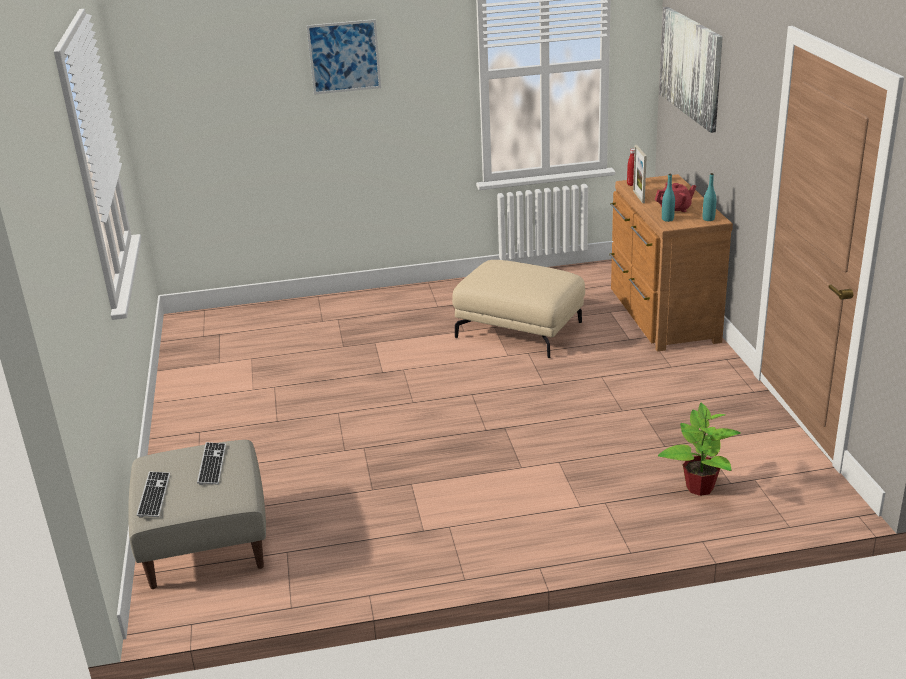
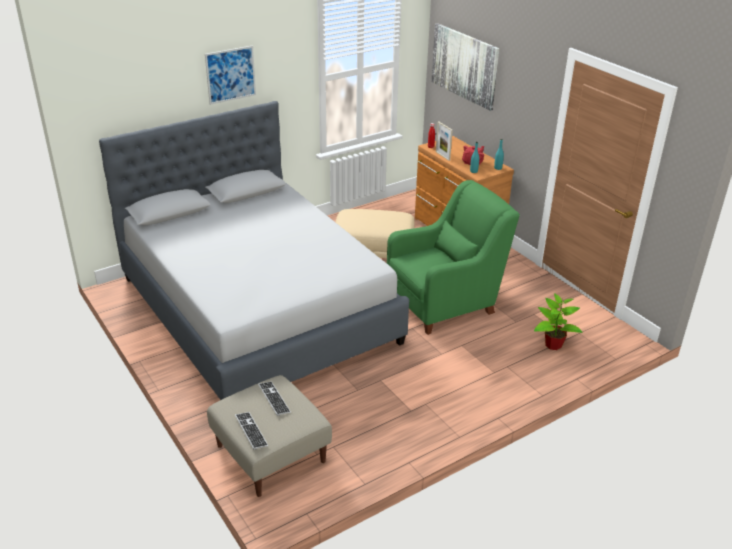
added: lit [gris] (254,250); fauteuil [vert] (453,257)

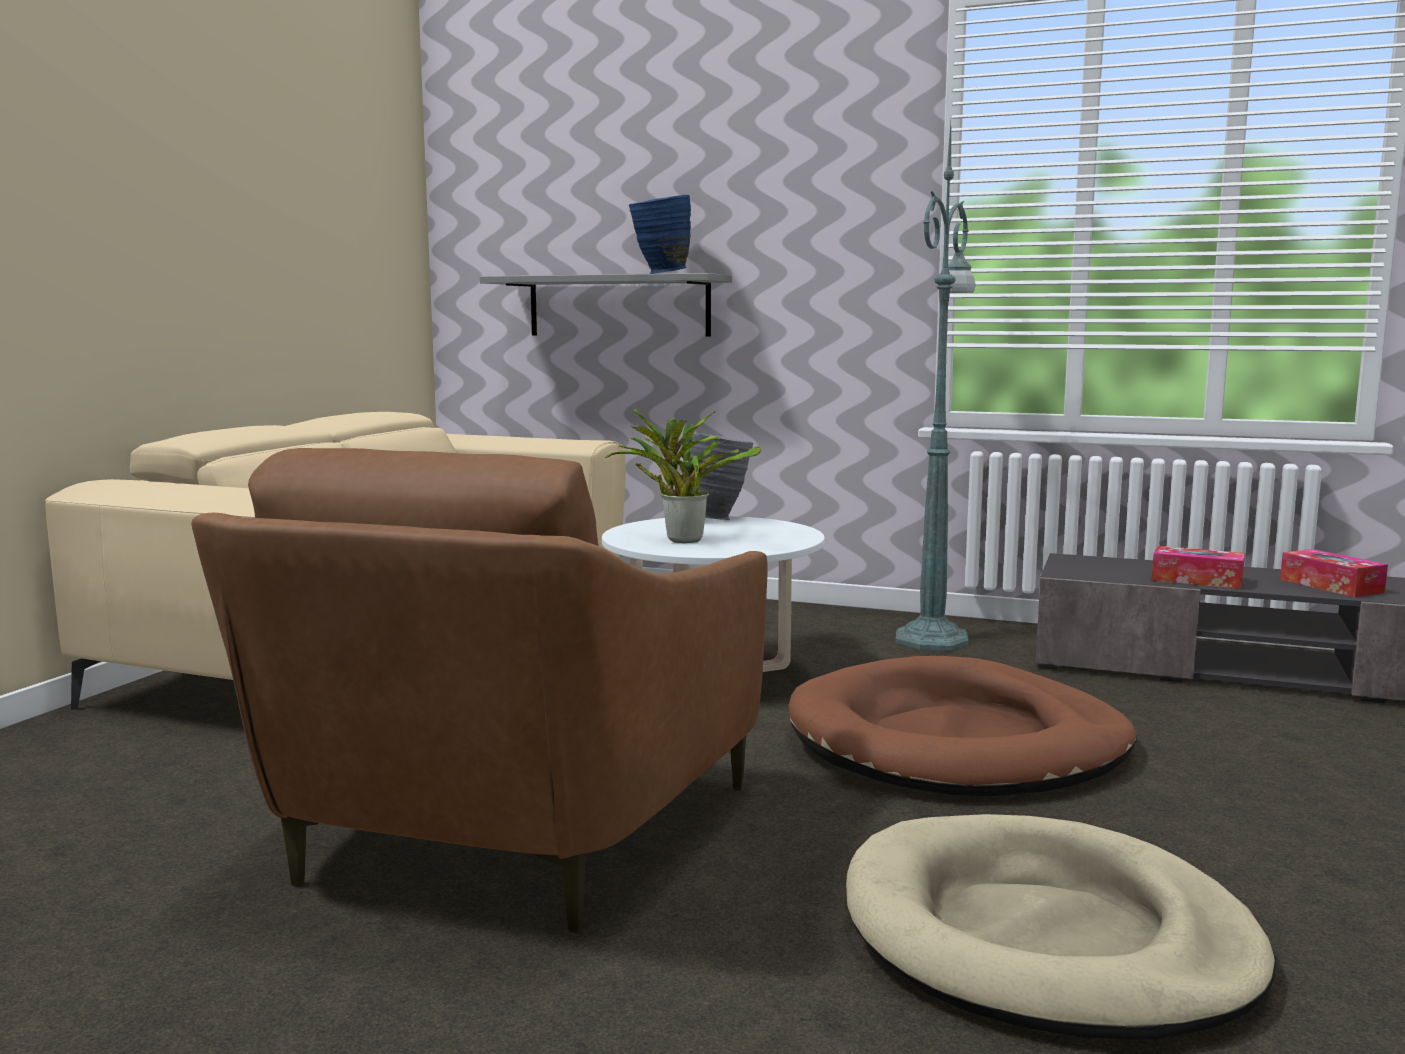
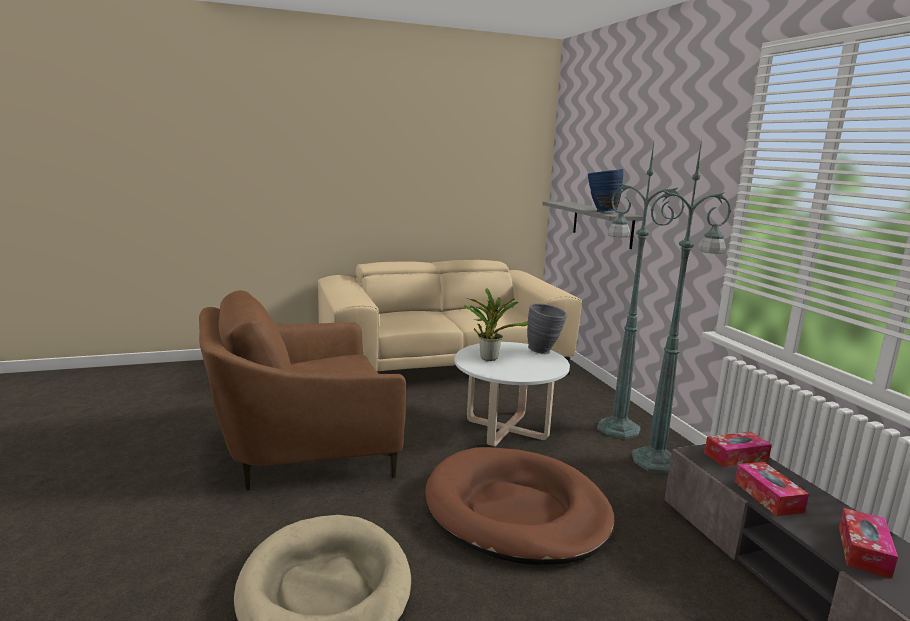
added: lampadaire [vert] (641,291); boîte à mouchoirs (738,449)

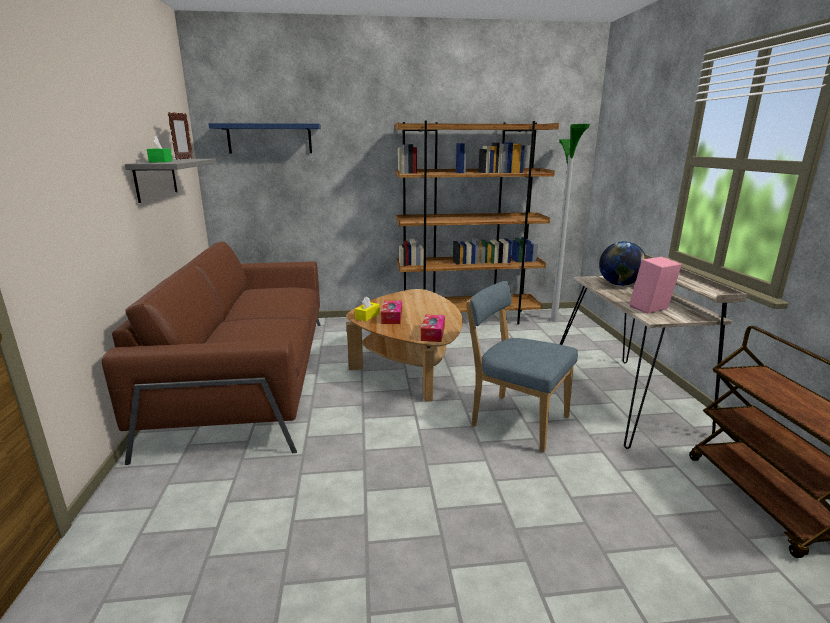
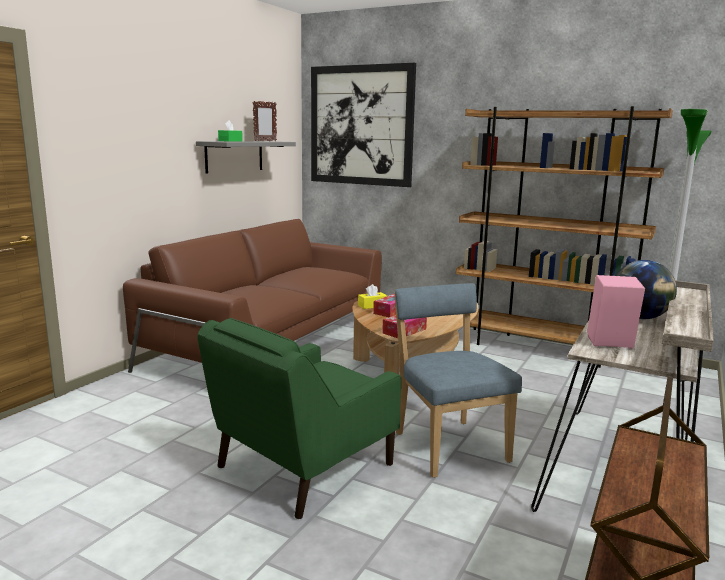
added: fauteuil [vert] (299,418)
replaced: étagère [bleu] (264,138) to tableau (363,125)

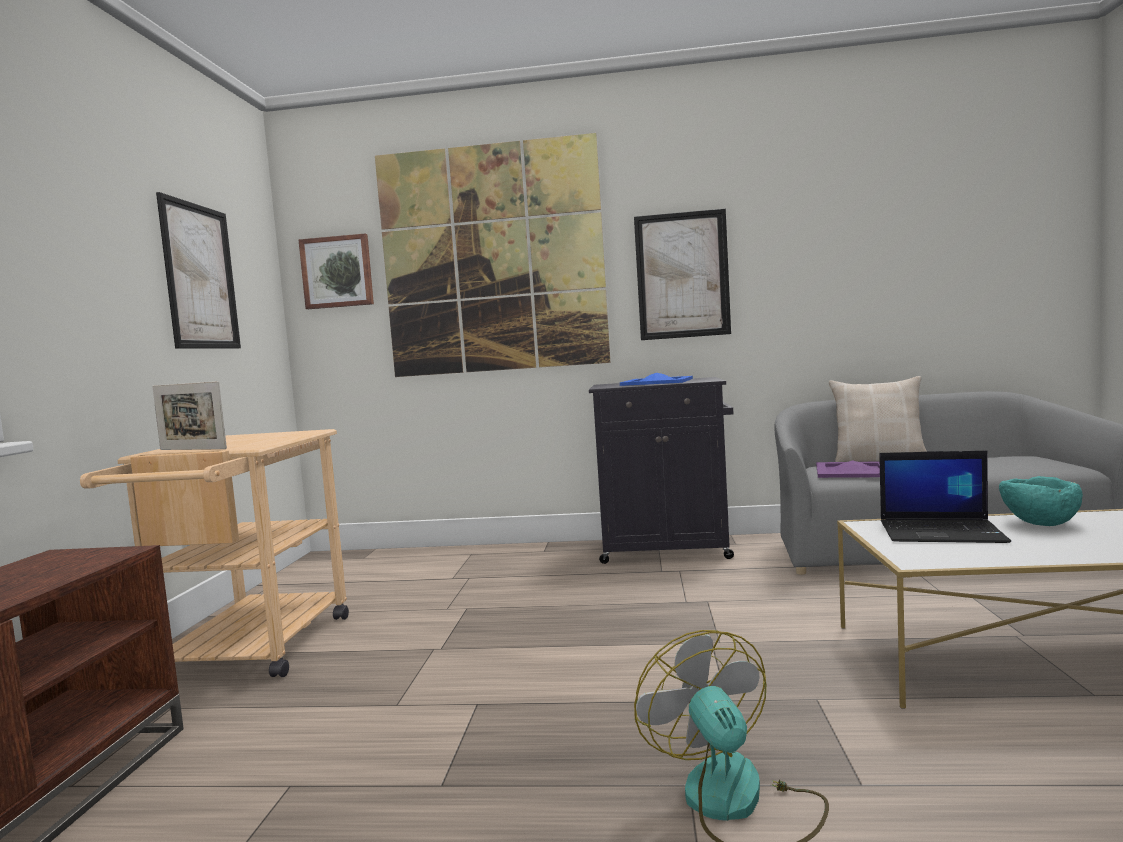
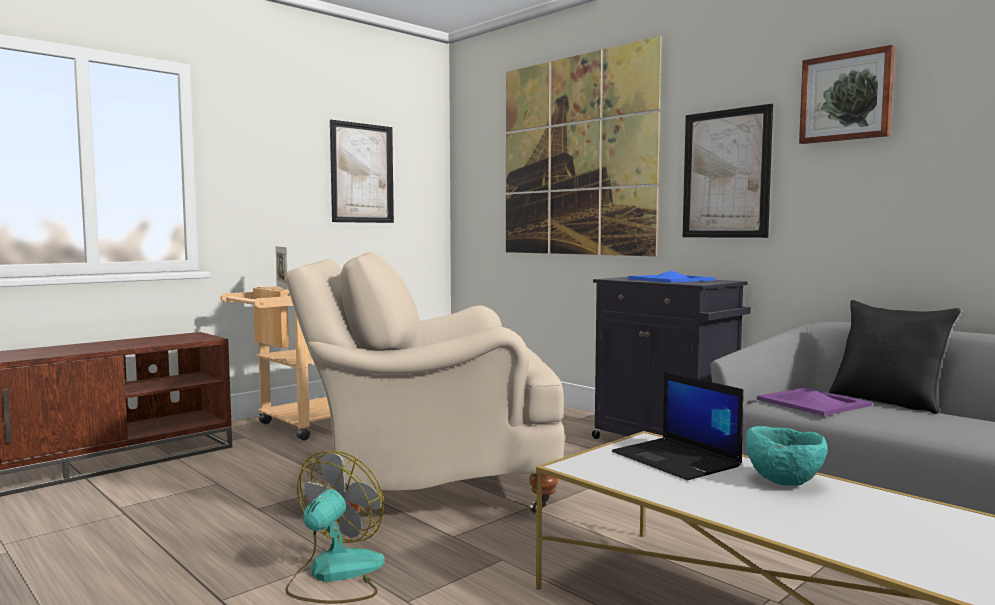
added: fauteuil [beige] (425,382)
moved: tableau (336,271) to (847,94)
recoloured: coussin [beige] (878,419) to coussin [noir] (895,357)

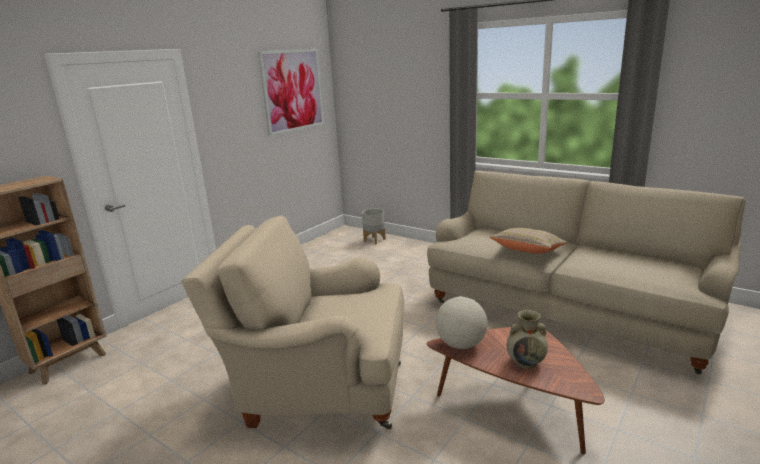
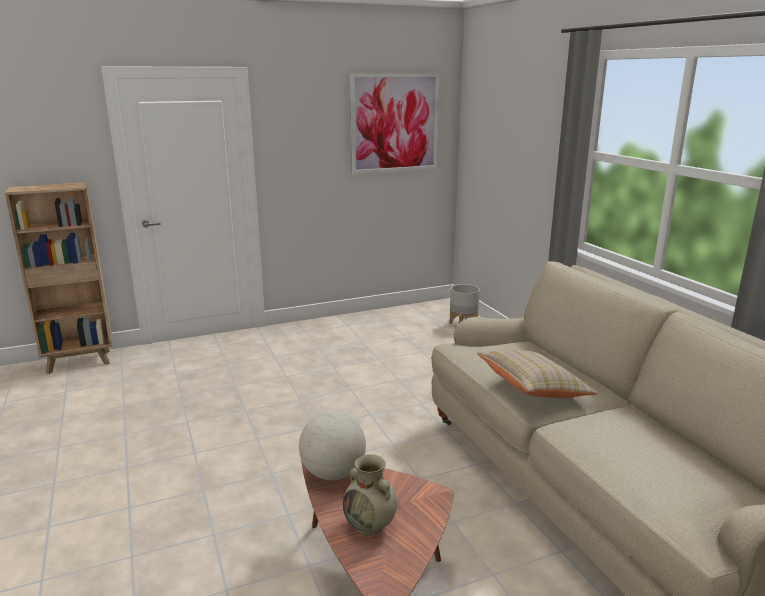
removed: fauteuil [beige] (292,322)

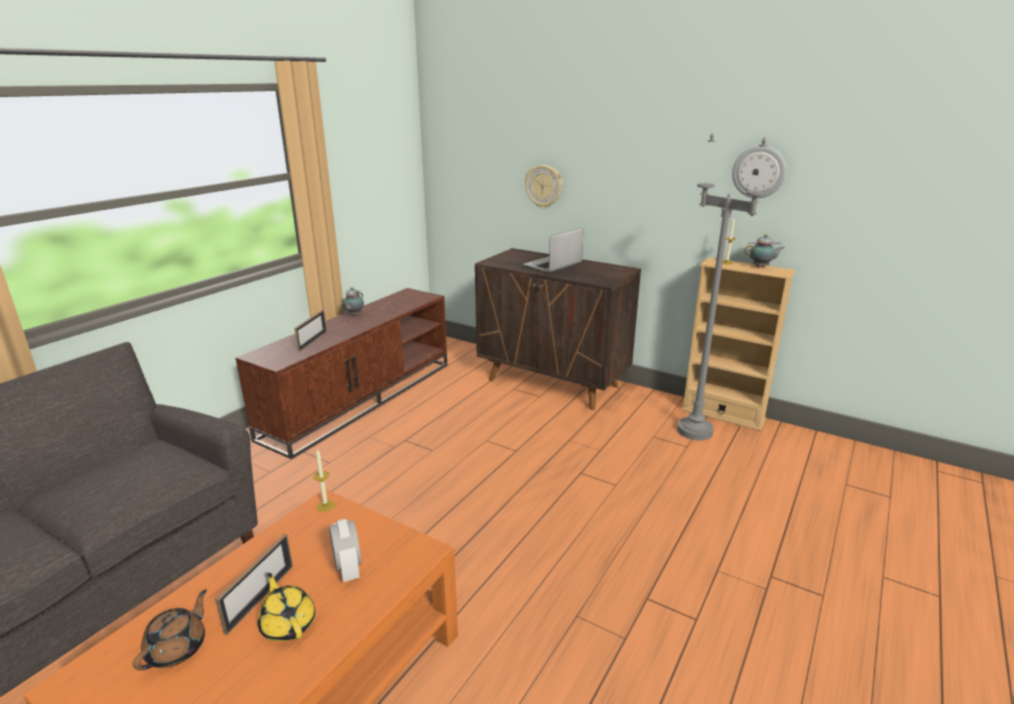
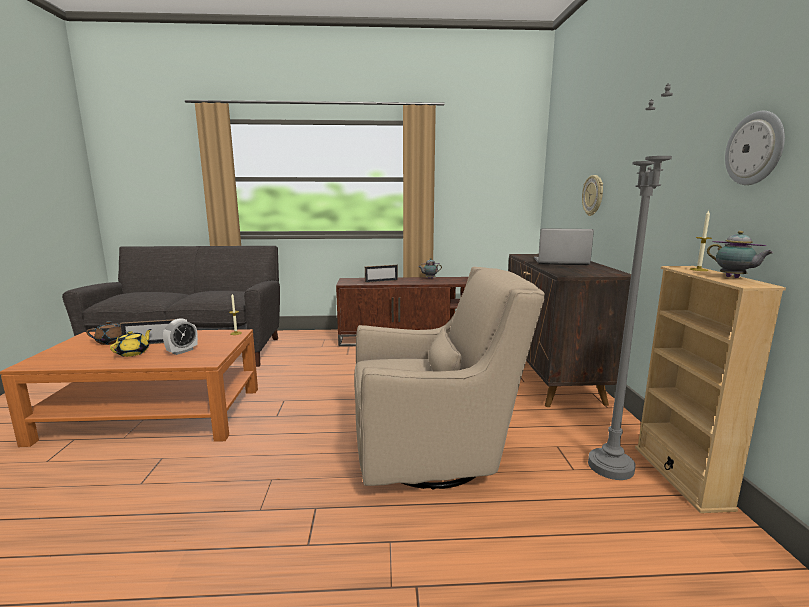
added: fauteuil [beige] (449,378)

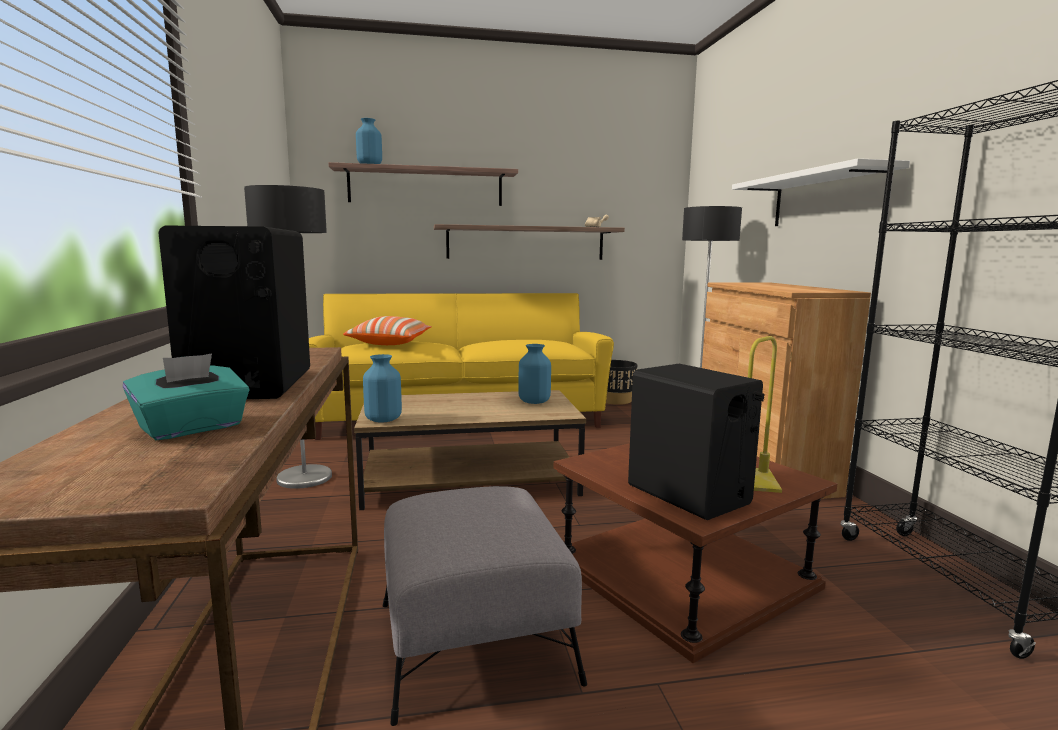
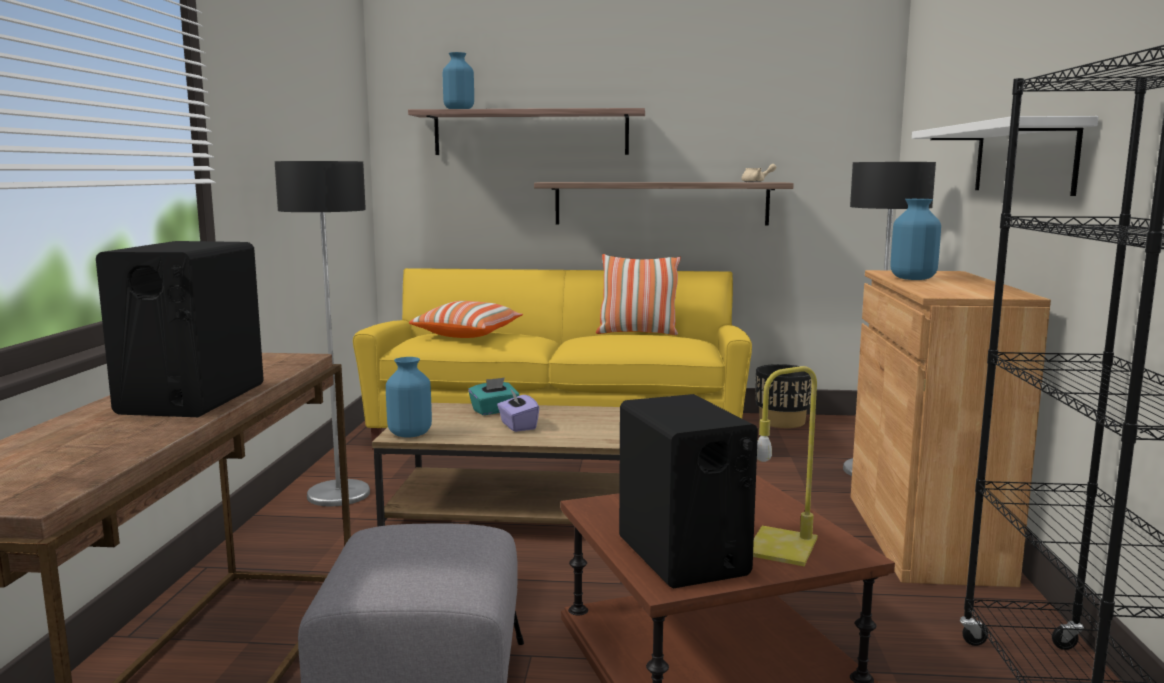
added: boîte à mouchoirs [violet] (518,411); coussin (638,294)
moved: boîte à mouchoirs [turquoise] (186,396) to (493,396); vase [bleu] (535,374) to (915,239)

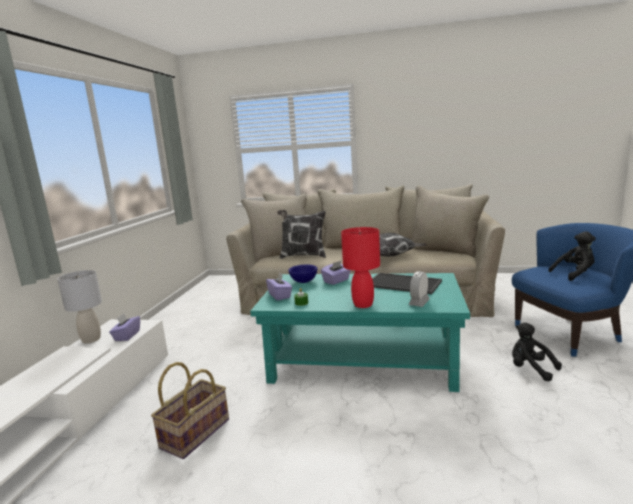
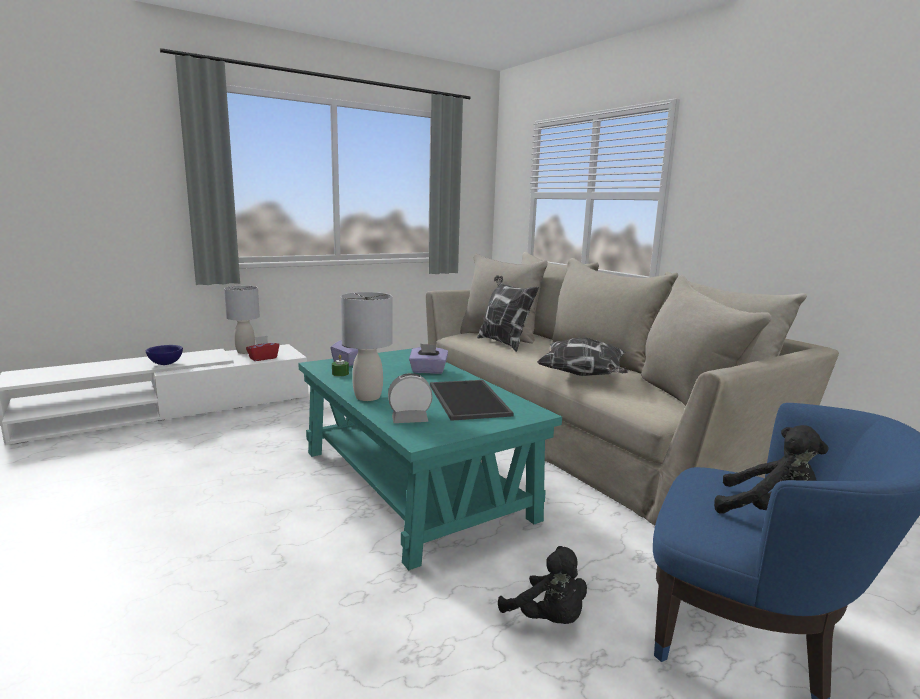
removed: panier (190,410)
moved: bol [bleu] (303,274) to (164,355)
recoloured: boîte à mouchoirs [violet] (124,327) to boîte à mouchoirs [rouge] (262,348); lampe de table [rouge] (360,267) to lampe de table [gris] (367,346)
turned: peluche [noir] (537,352) = (542,585) 135 degrees clockwise

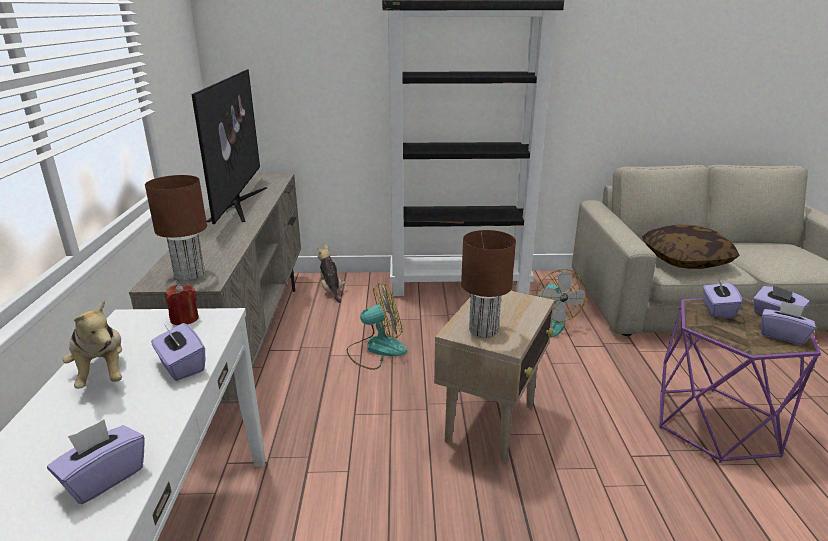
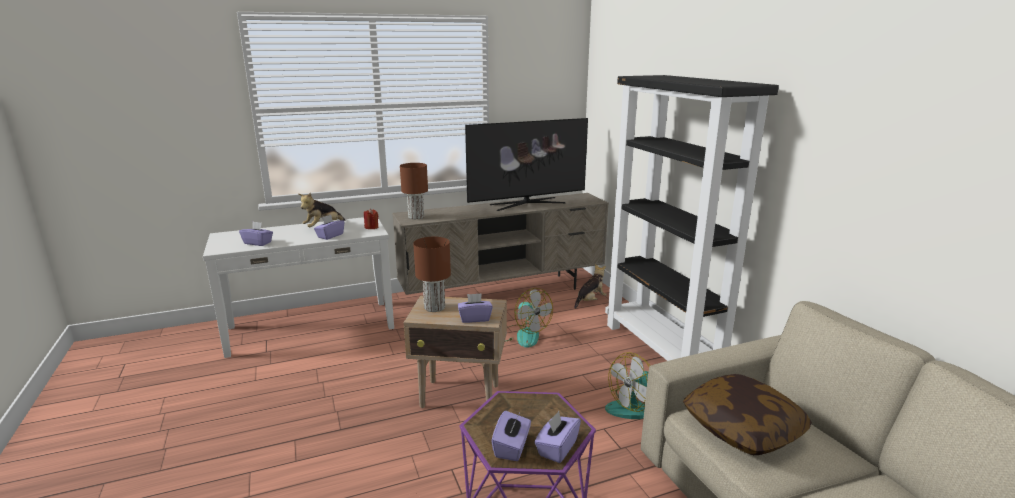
moved: boîte à mouchoirs [violet] (723,299) to (475,308)

